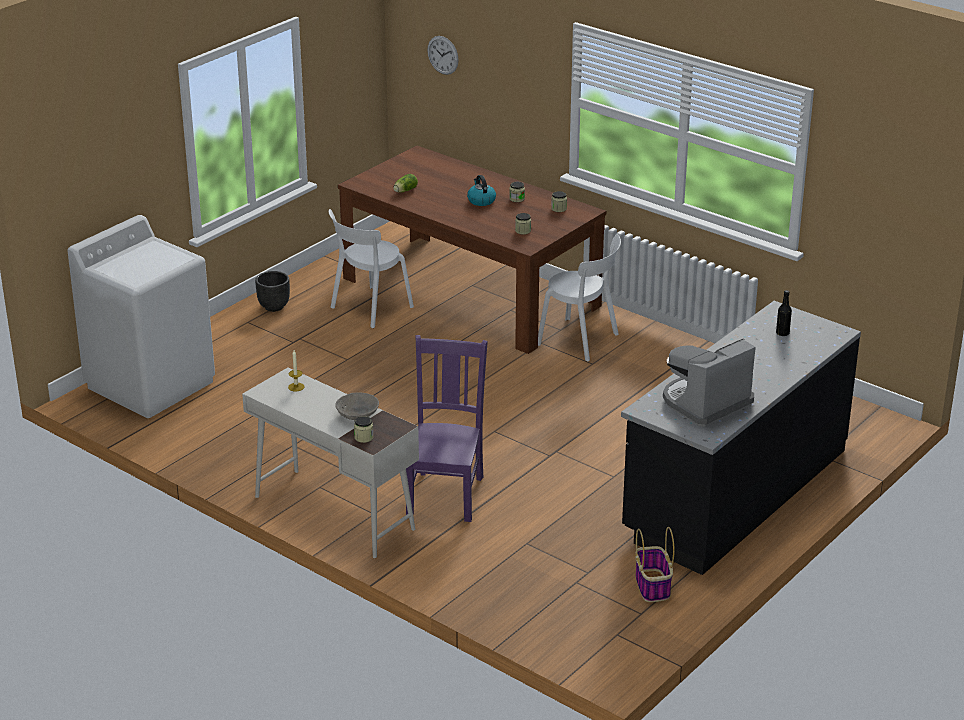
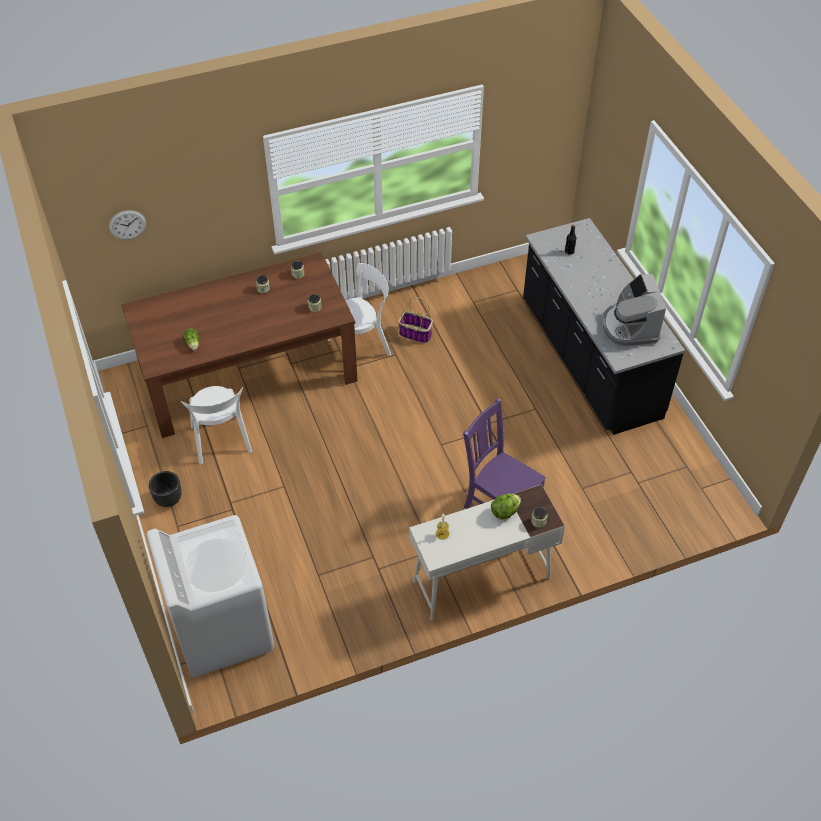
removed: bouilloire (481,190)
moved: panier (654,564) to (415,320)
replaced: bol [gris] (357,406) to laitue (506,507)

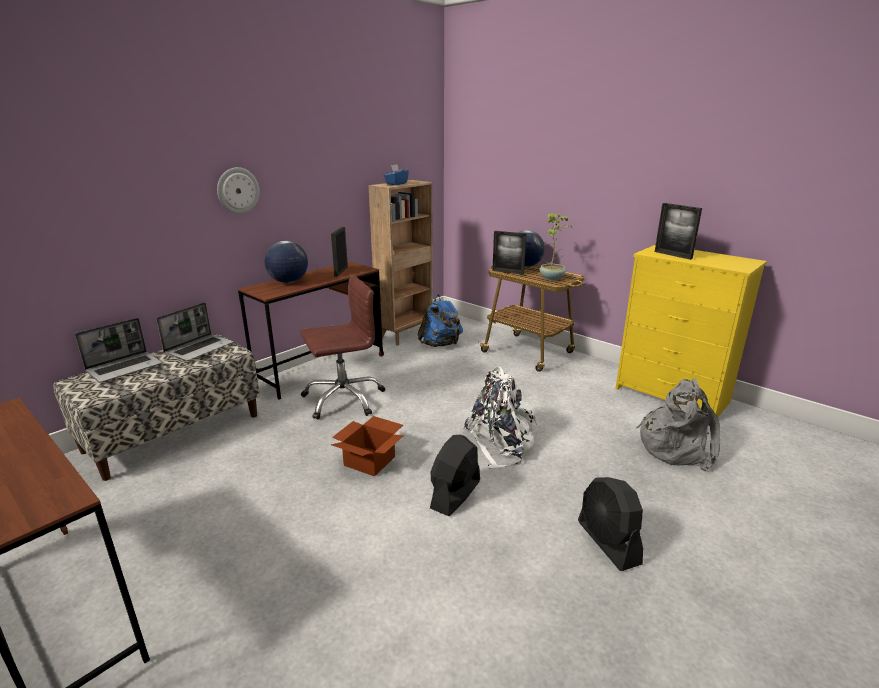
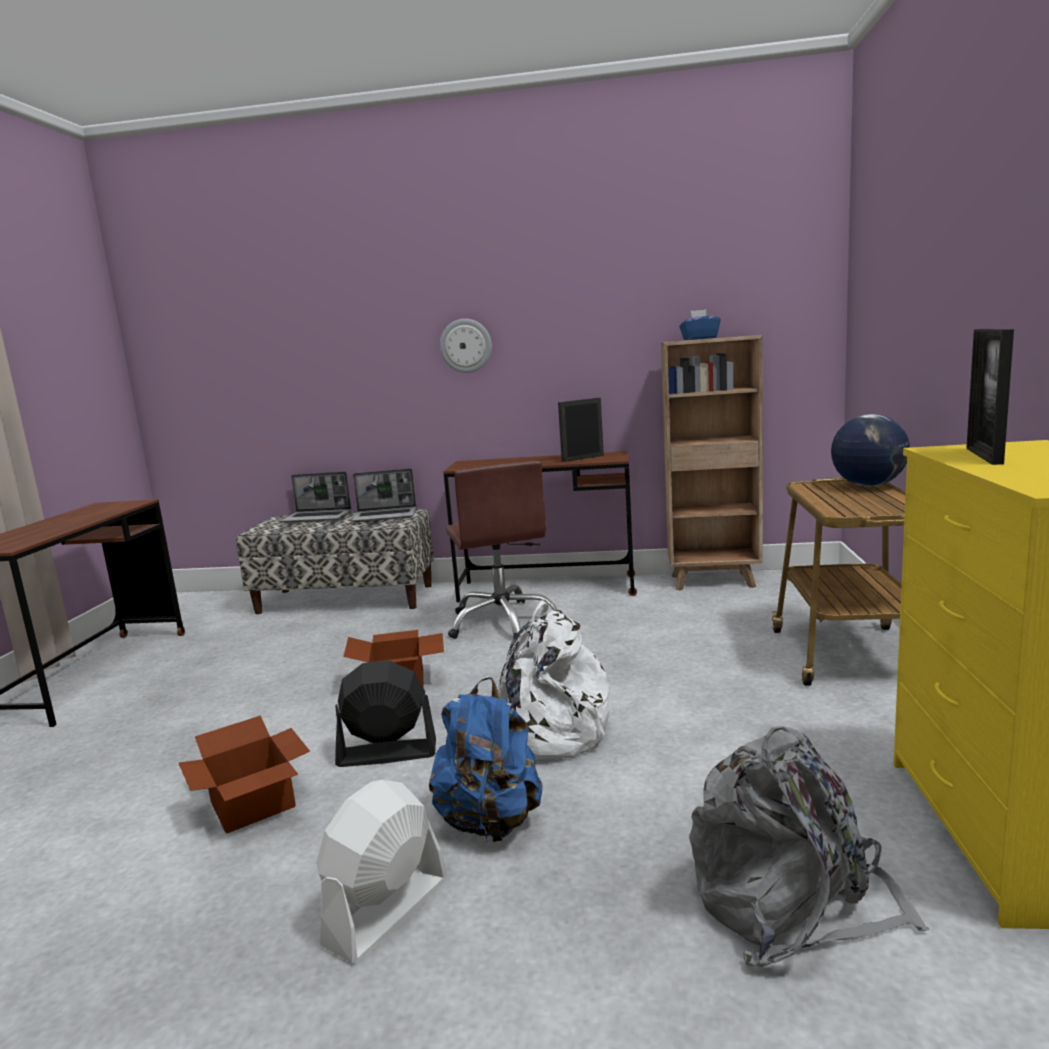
removed: globe (286,262); cadre photo (509,252); plante en pot (556,247)
added: carton (244,775)
moved: sac à dos [bleu] (440,320) to (485,759)
recoloured: ventilateur [noir] (610,524) to ventilateur [blanc] (381,872)
turned: chaise de bureau [marron] (342,346) = (504,550) 45 degrees clockwise

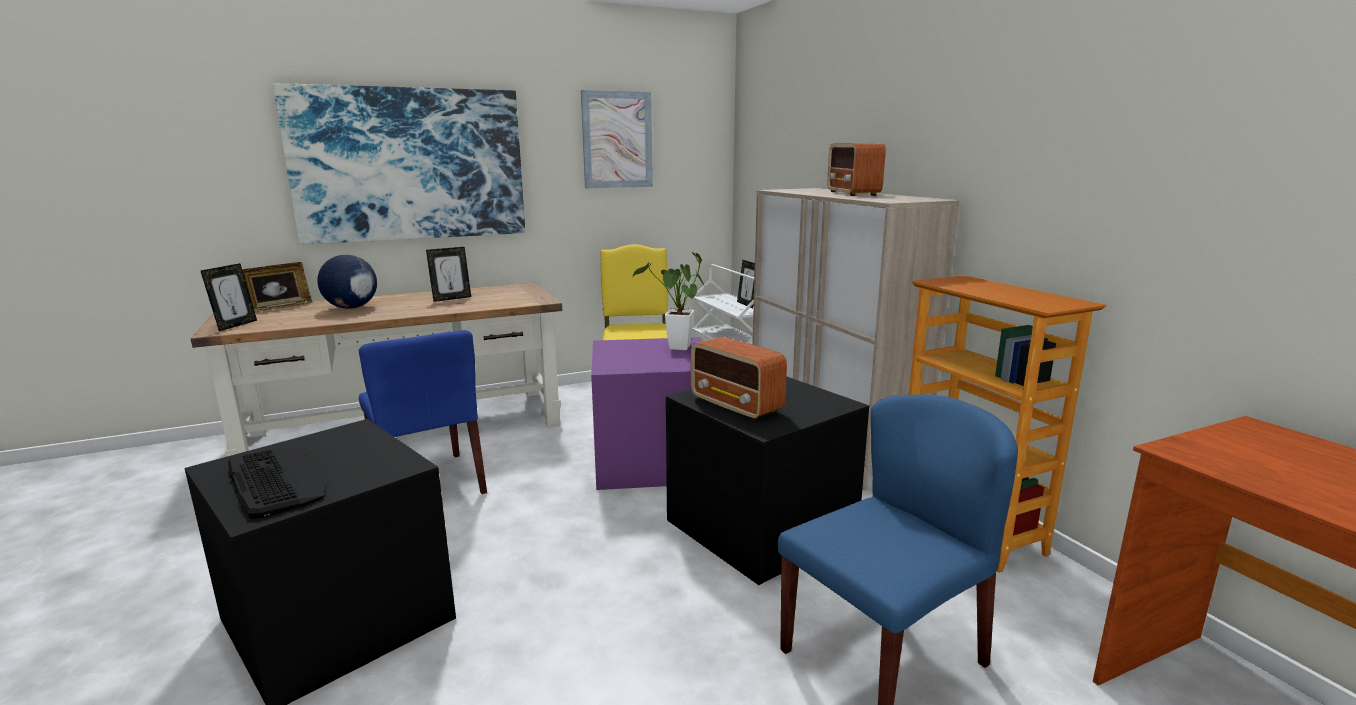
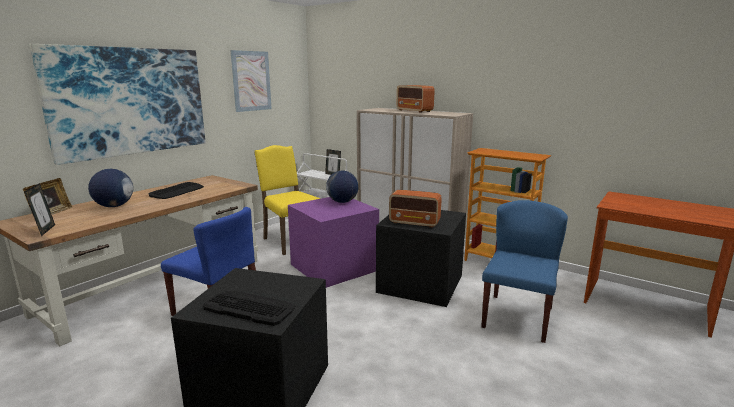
replaced: cadre photo (448,274) to clavier (176,190); plante en pot (668,301) to globe (342,187)

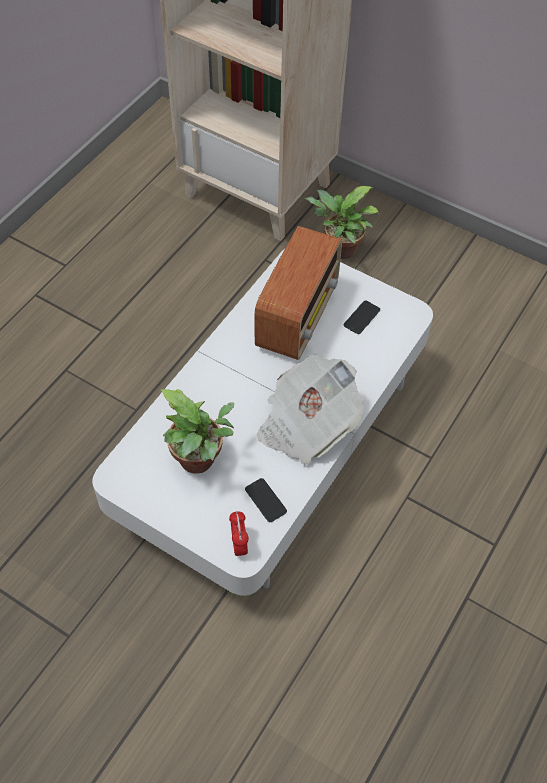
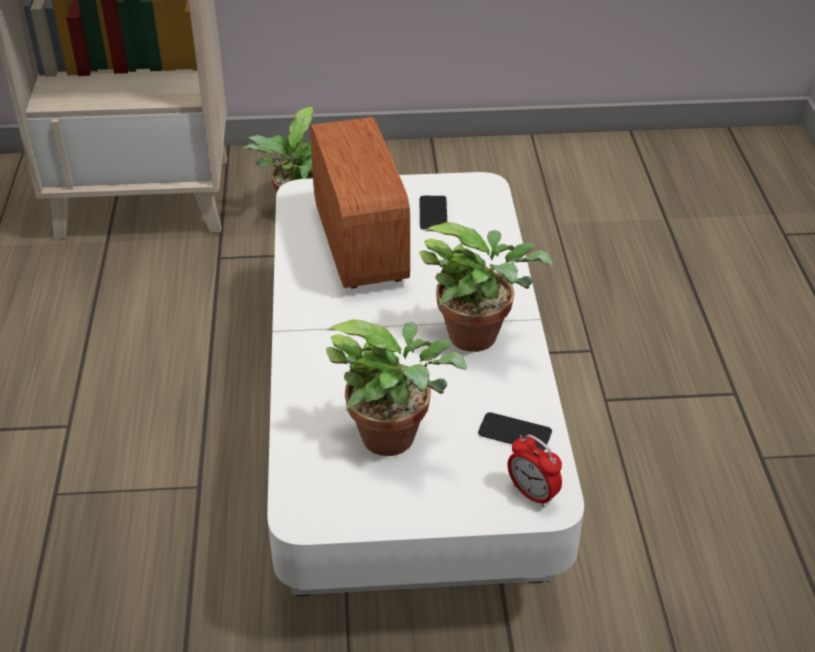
replaced: journal (310,410) to plante en pot (486,287)

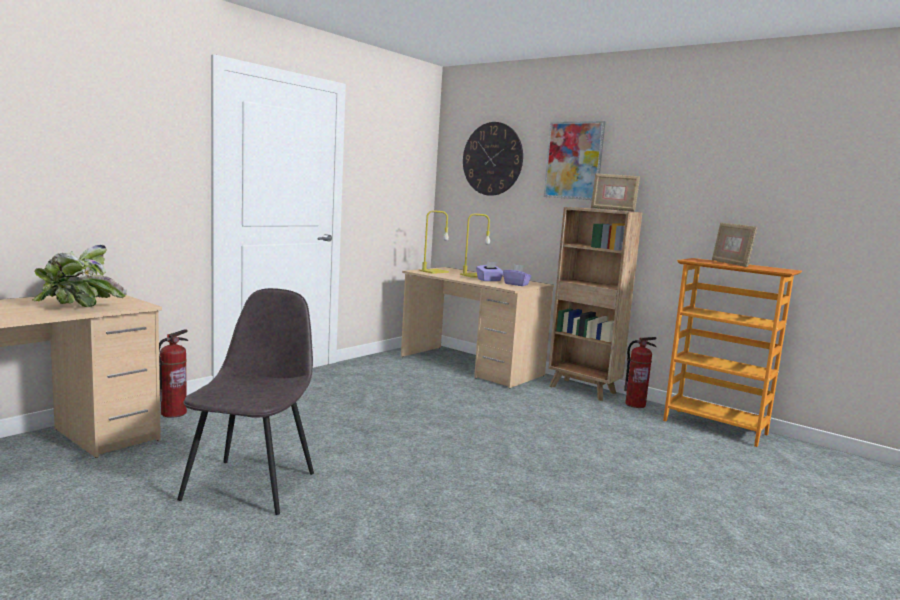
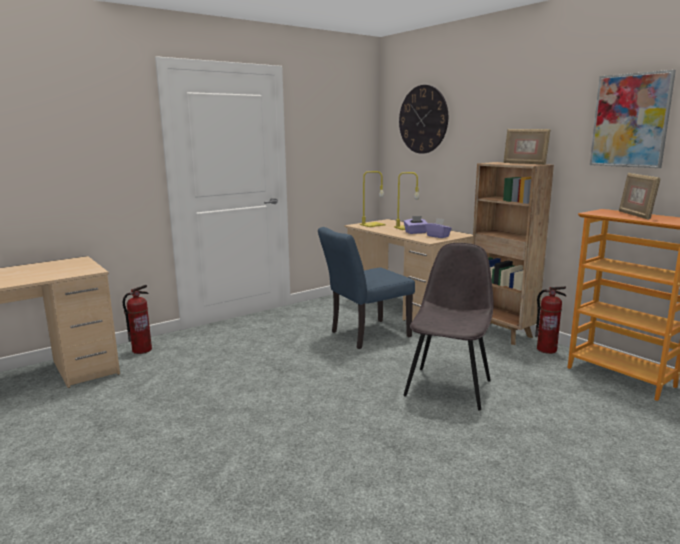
removed: plante en pot (79,275)
added: chaise [bleu] (366,288)
moved: chaise [gris] (245,401) to (448,327); tableau (575,160) to (633,119)

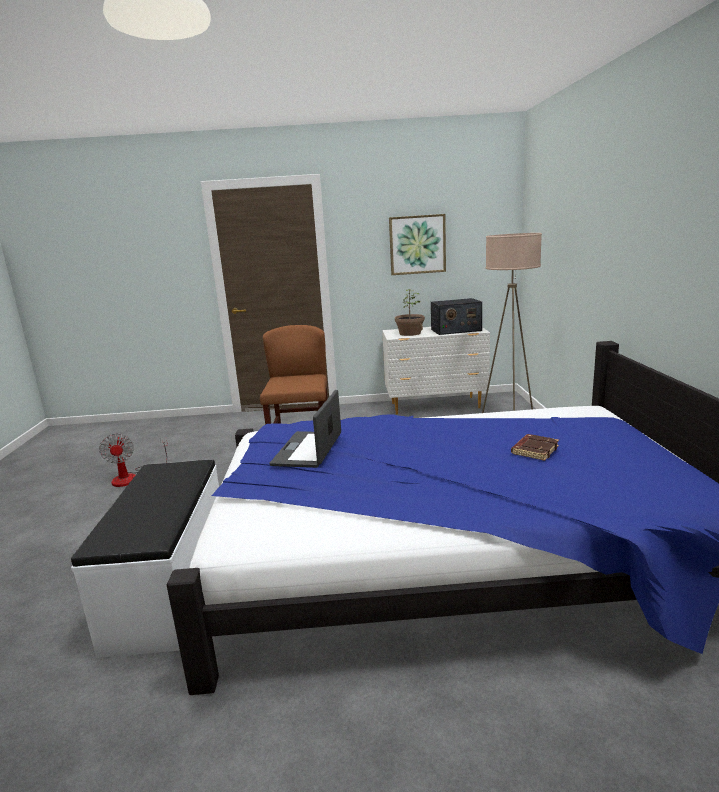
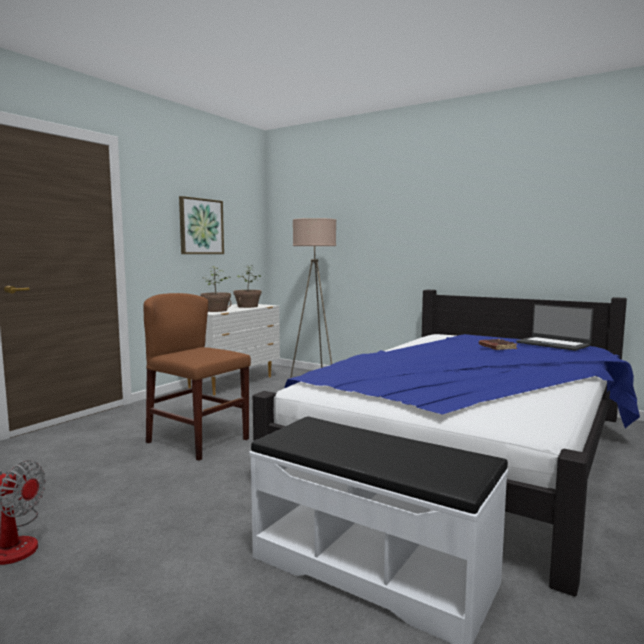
moved: ordinateur portable (305,429) to (555,327)
replaced: radio (456,316) to plante en pot (247,286)

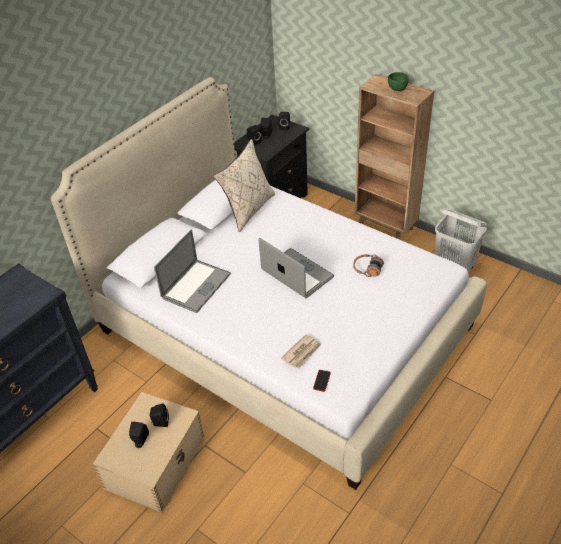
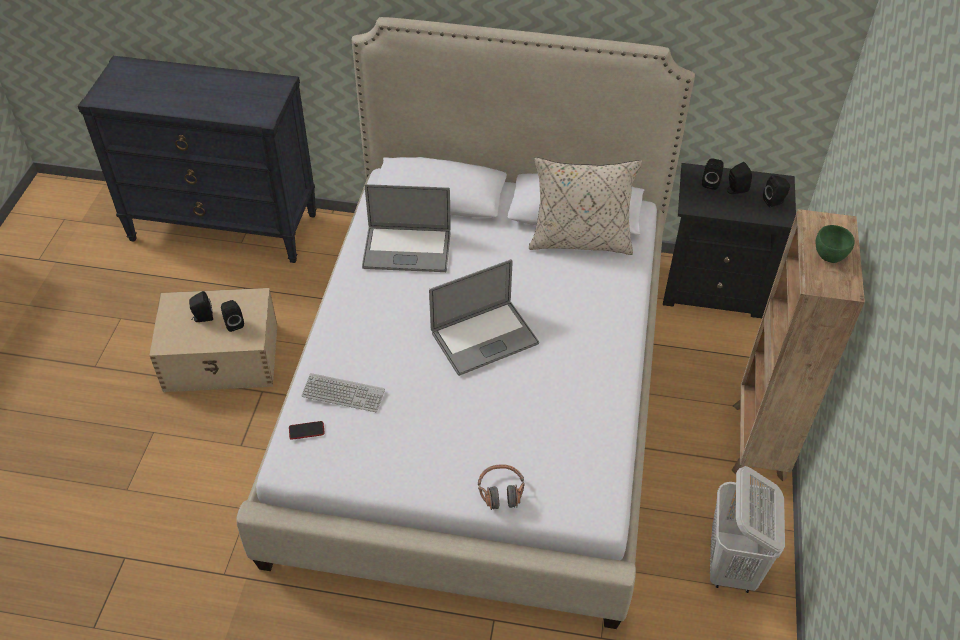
moved: casque audio (368,265) to (501,487)
replaced: journal (301,351) to clavier (343,392)
turned: ordinateur portable (296,268) = (484,317) 45 degrees clockwise

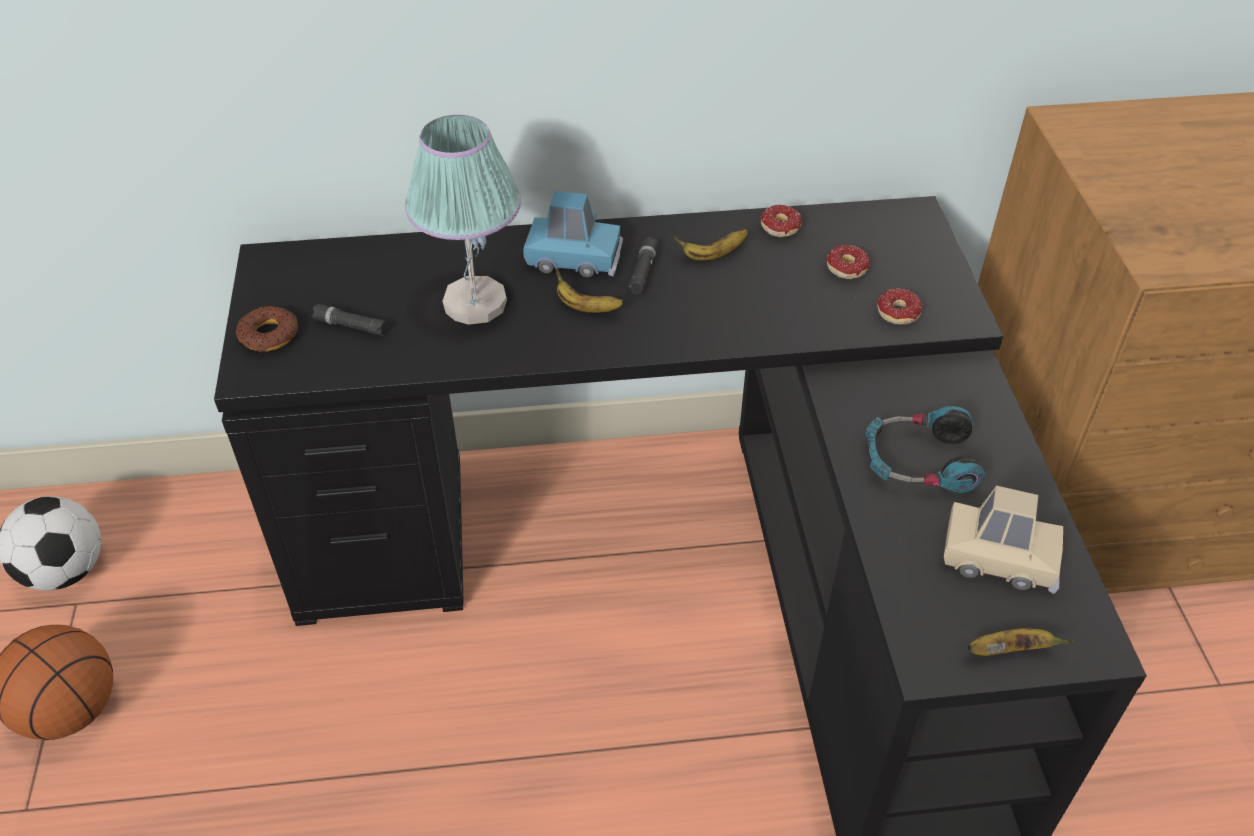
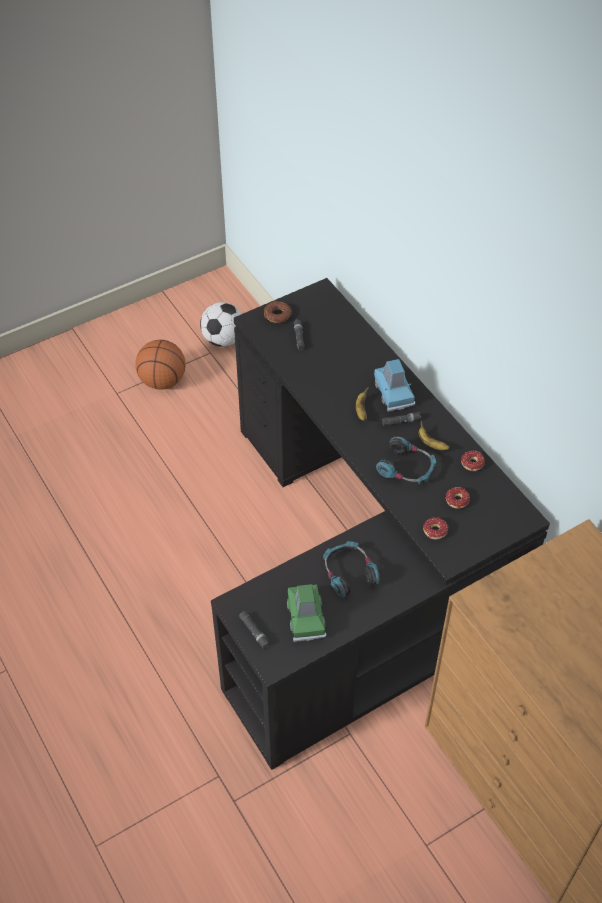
removed: lampe de table (463,220)
added: casque audio (406,460)
replaced: banane (1020,642) to lampe de poche [noir] (254,630)
recoloured: petite voiture [beige] (1003,540) to petite voiture [vert] (307,613)

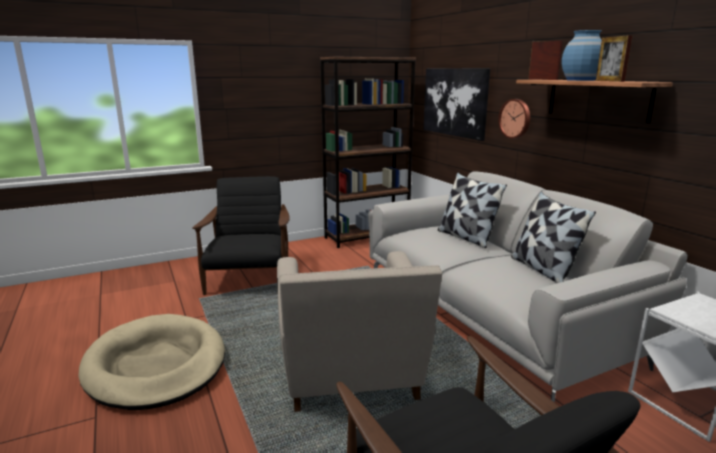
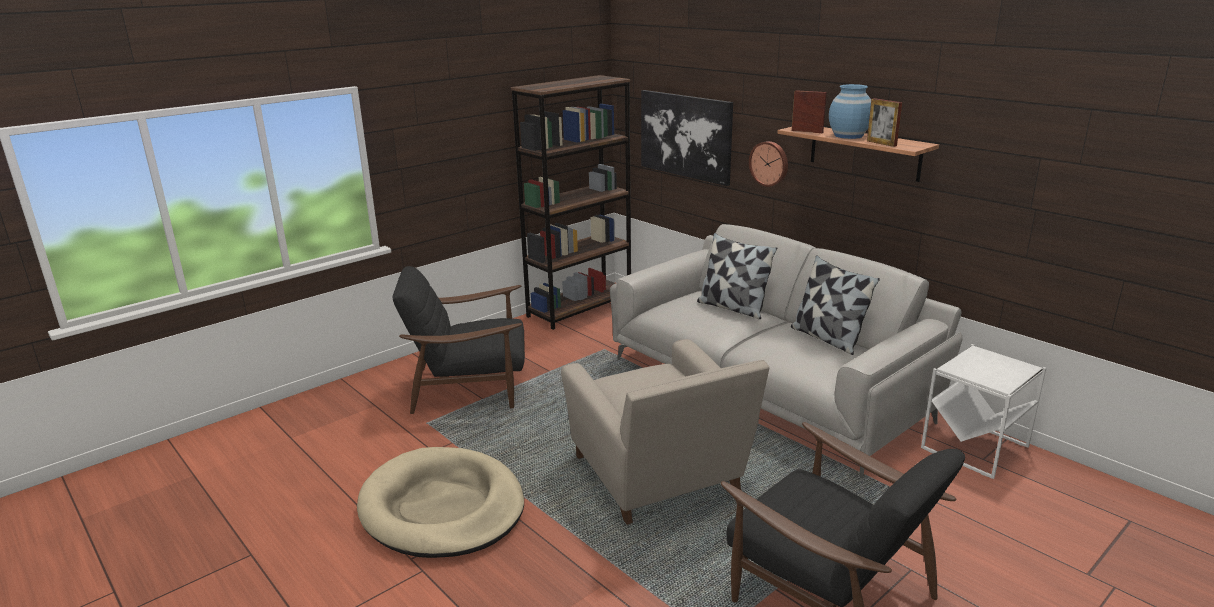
turned: fauteuil [noir] (241,235) = (459,340) 75 degrees counterclockwise

